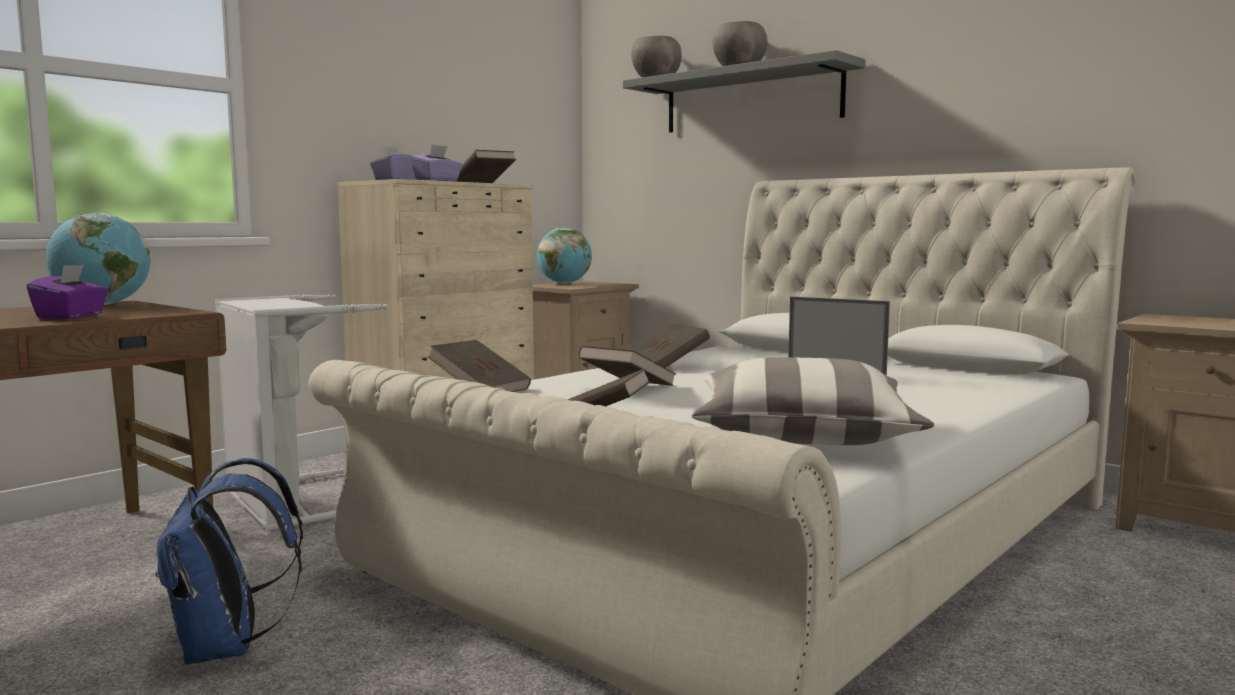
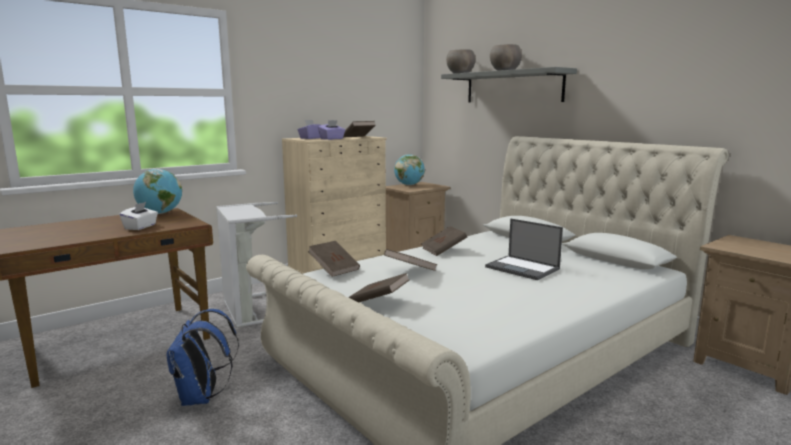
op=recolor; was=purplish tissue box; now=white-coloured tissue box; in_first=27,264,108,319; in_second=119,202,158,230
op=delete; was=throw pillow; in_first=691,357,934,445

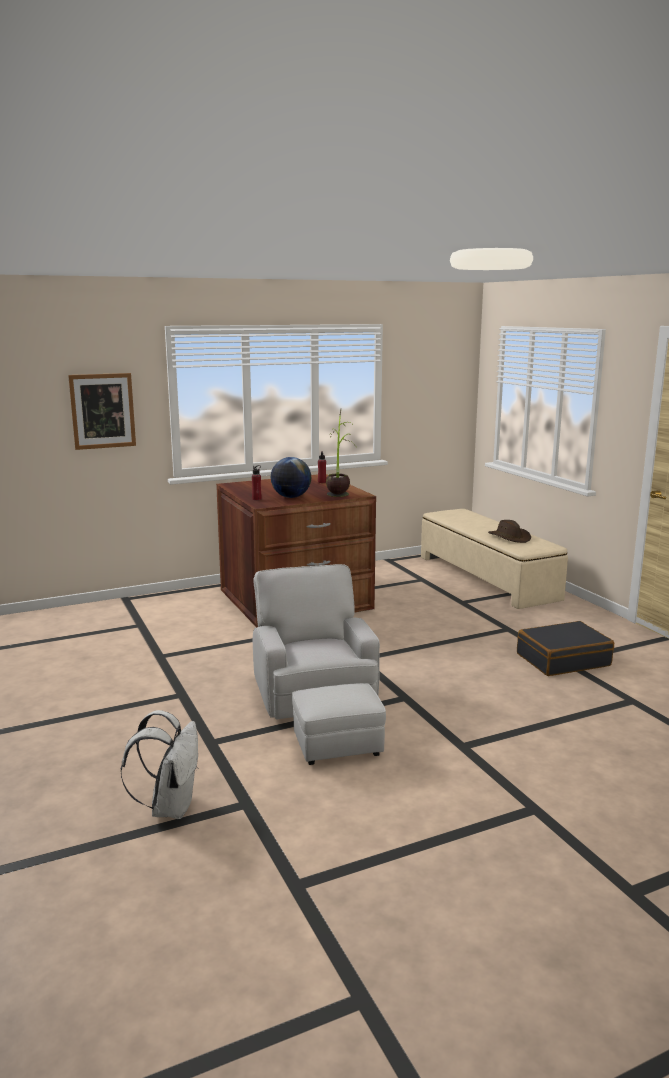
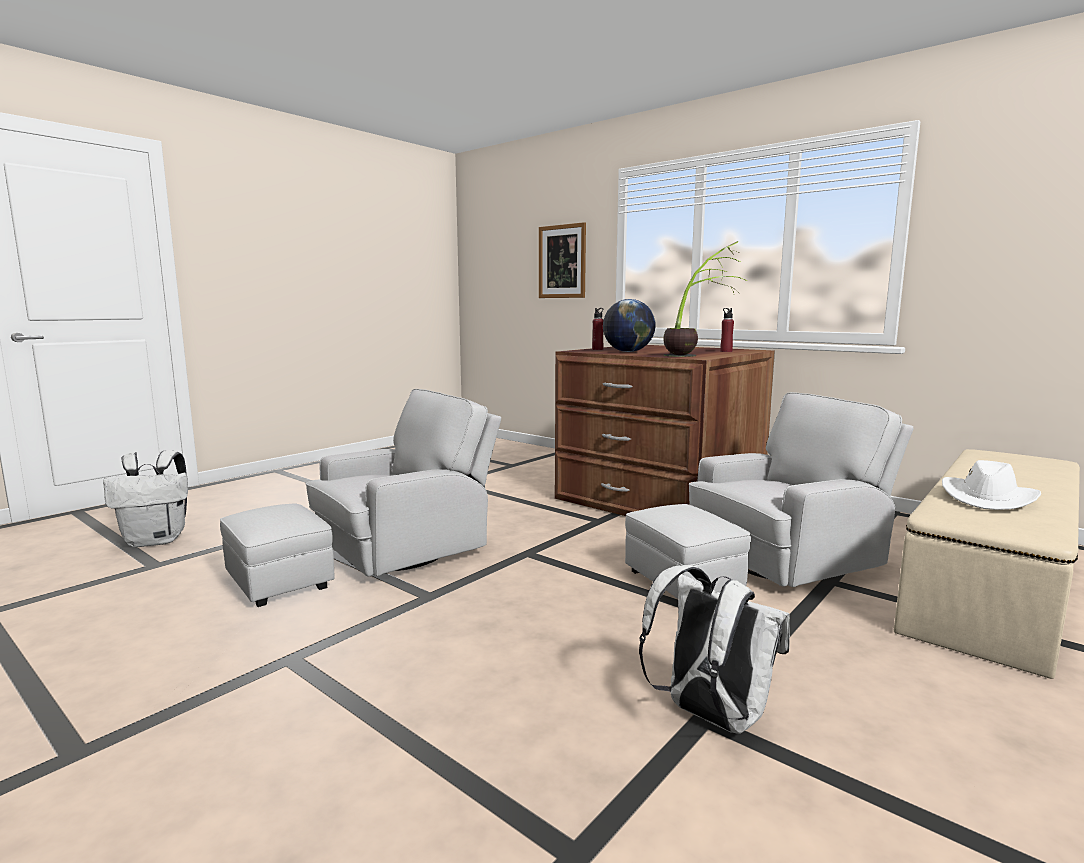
op=recolor; was=brown-coloured clothing hat; now=white-coloured clothing hat; in_first=488,520,531,543; in_second=942,460,1041,510
op=replace; was=blackish suitcase; now=white-coloured knapsack; in_first=517,621,614,676; in_second=639,565,790,734
op=insert; now=white-coloured easy chair; in_second=625,392,913,599

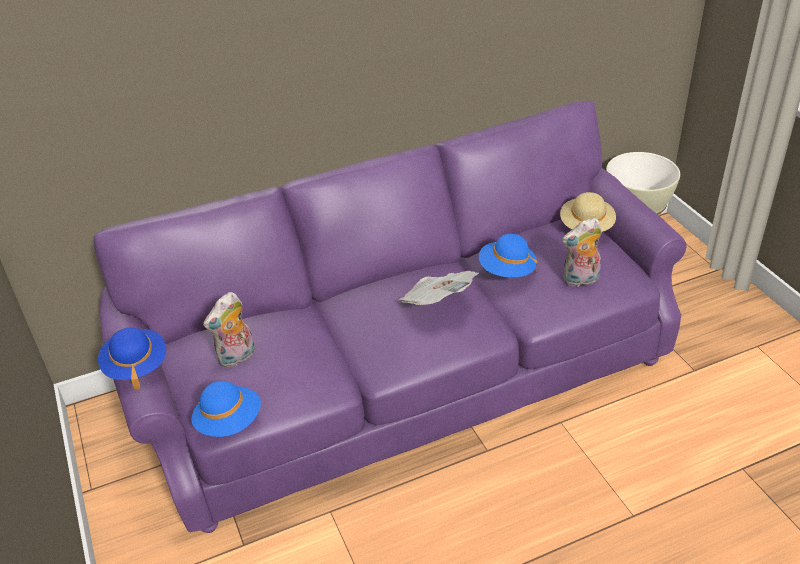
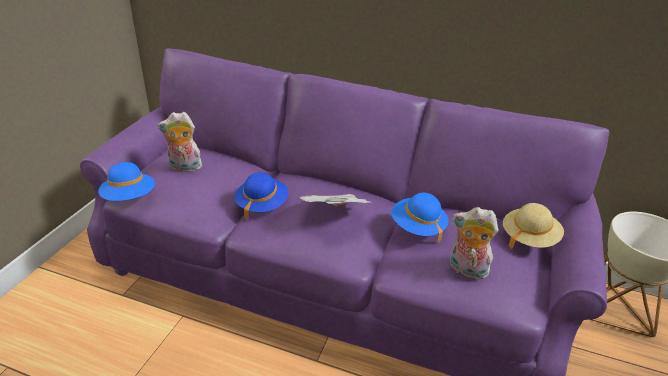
op=move; was=blue-coloured clothing hat; in_first=98,327,166,389; in_second=234,172,288,219

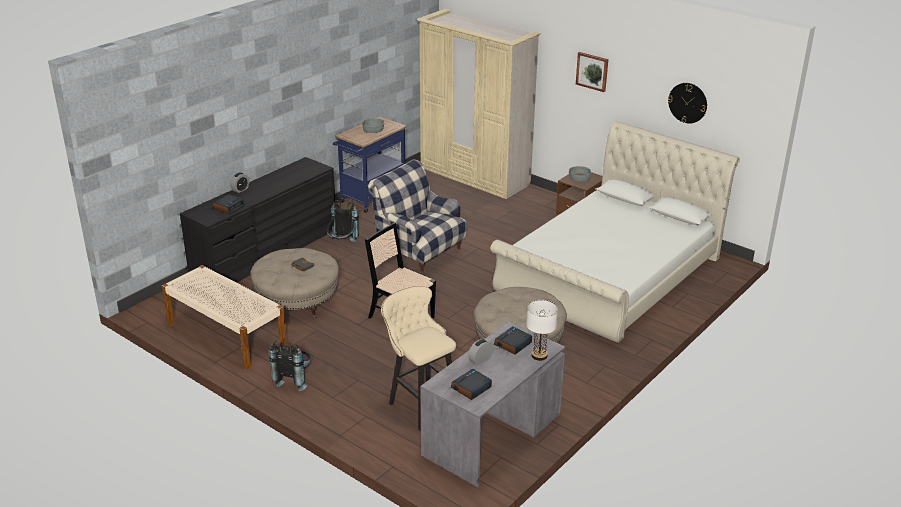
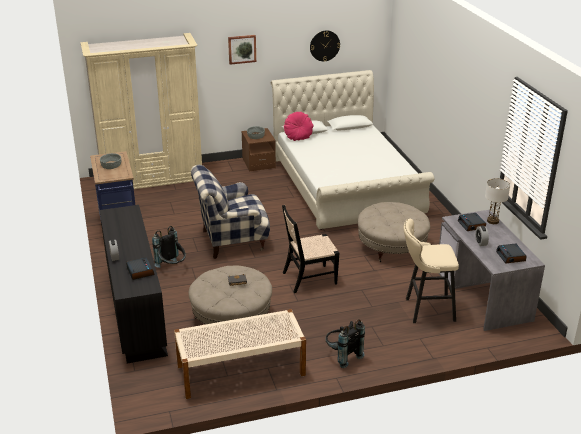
op=insert; now=pink-coloured throw pillow; in_second=284,112,313,141

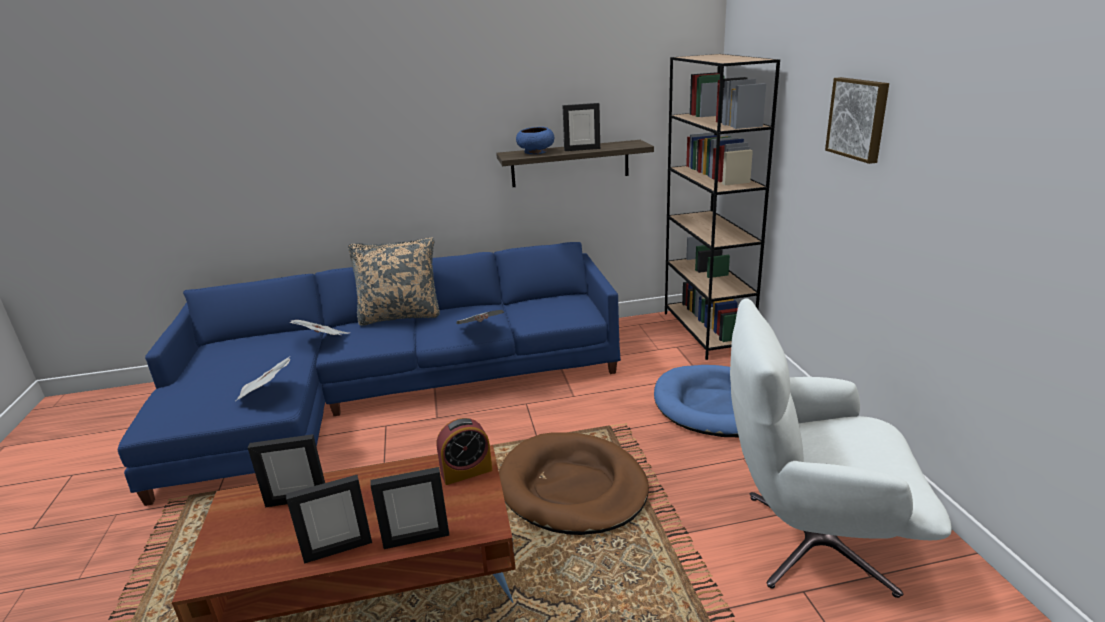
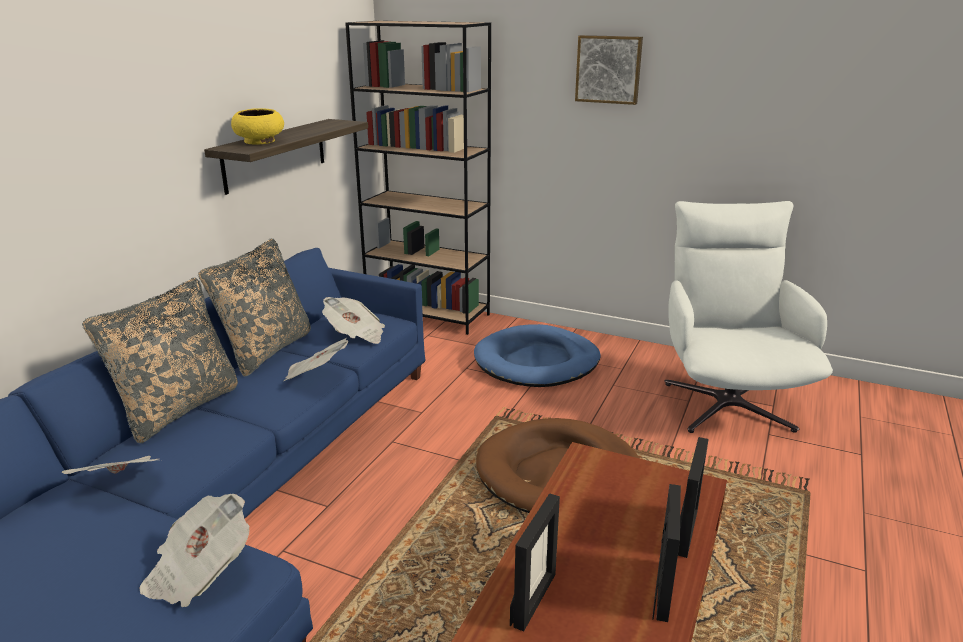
op=delete; was=table clock; in_first=437,418,492,485
op=recolor; was=blue-coloured serving bowl; now=yellow serving bowl; in_first=516,127,554,154; in_second=231,108,284,145
op=delete; was=picture frame; in_first=562,103,600,151
op=rotate; was=white-coloured easy chair; in_first=730,298,952,598; in_second=664,201,833,433; clockwise=135
op=insert; now=gray throw pillow; in_second=198,238,311,376
op=insert; now=daily paper; in_second=322,297,385,344

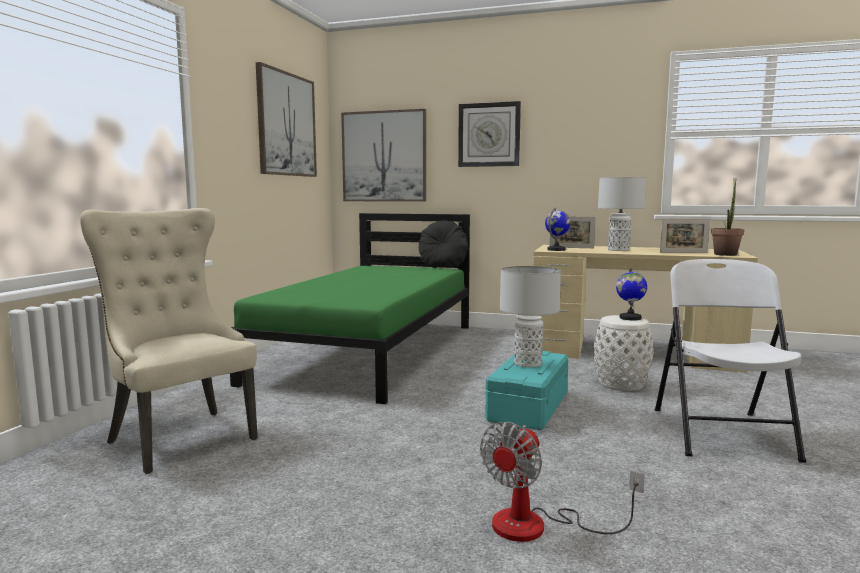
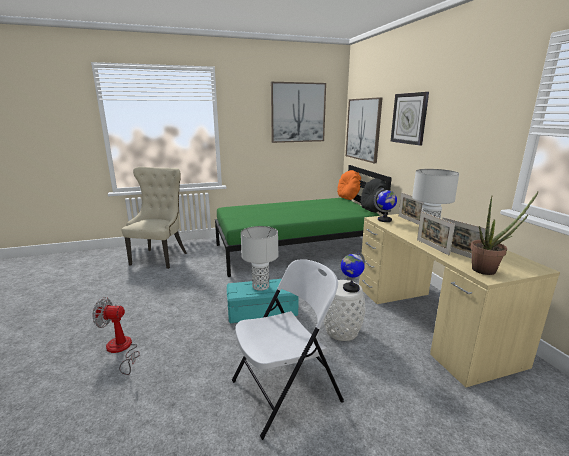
op=insert; now=orangey throw pillow; in_second=337,170,361,200
op=insert; now=picture frame; in_second=417,211,455,256

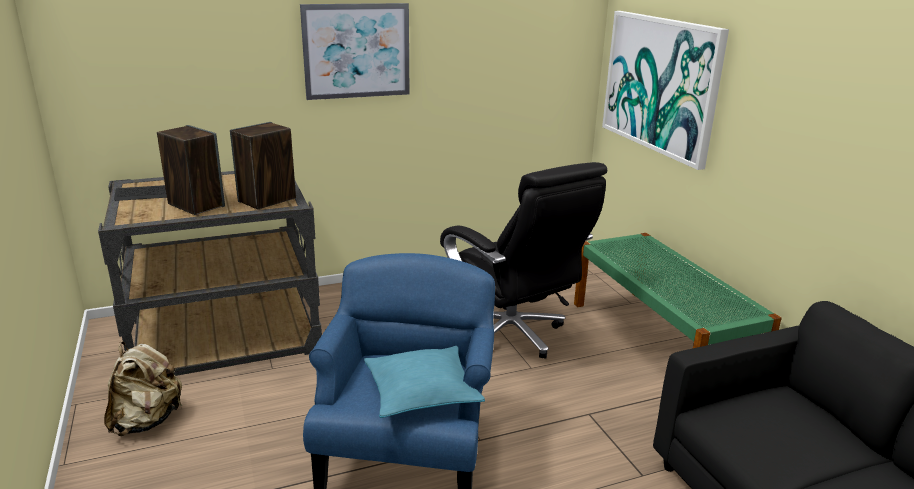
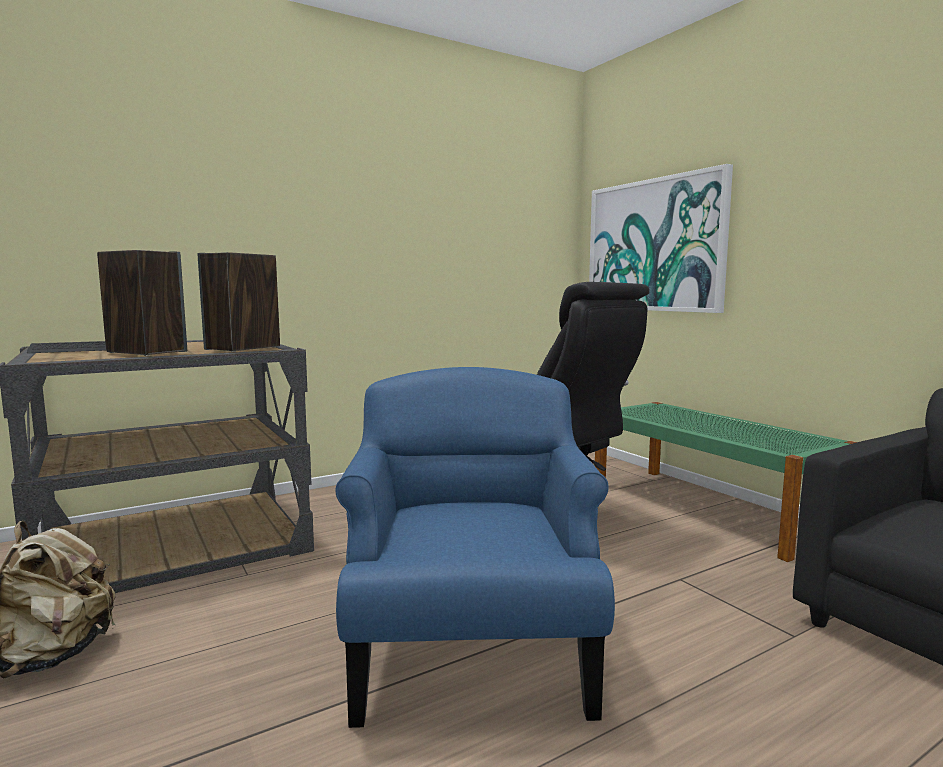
op=delete; was=wall art; in_first=300,3,409,100
op=delete; was=blue-green throw pillow; in_first=364,346,485,418

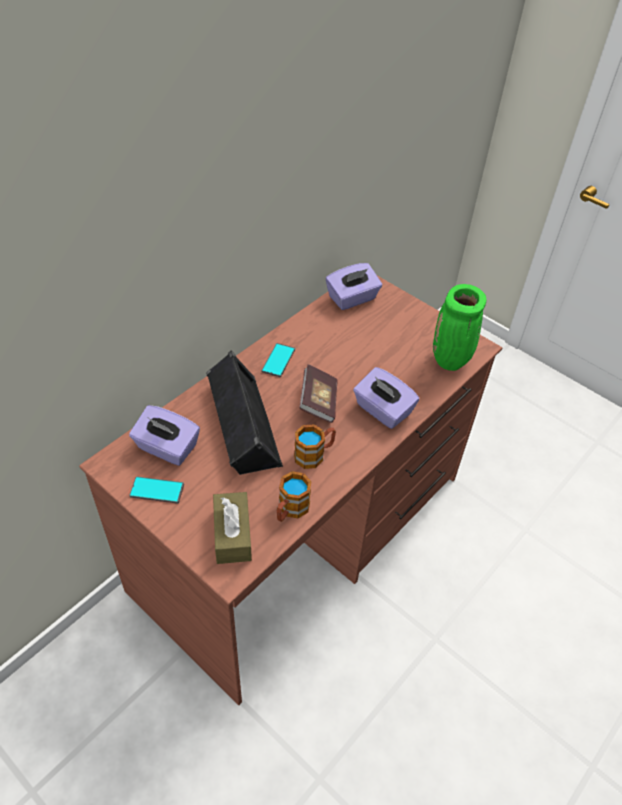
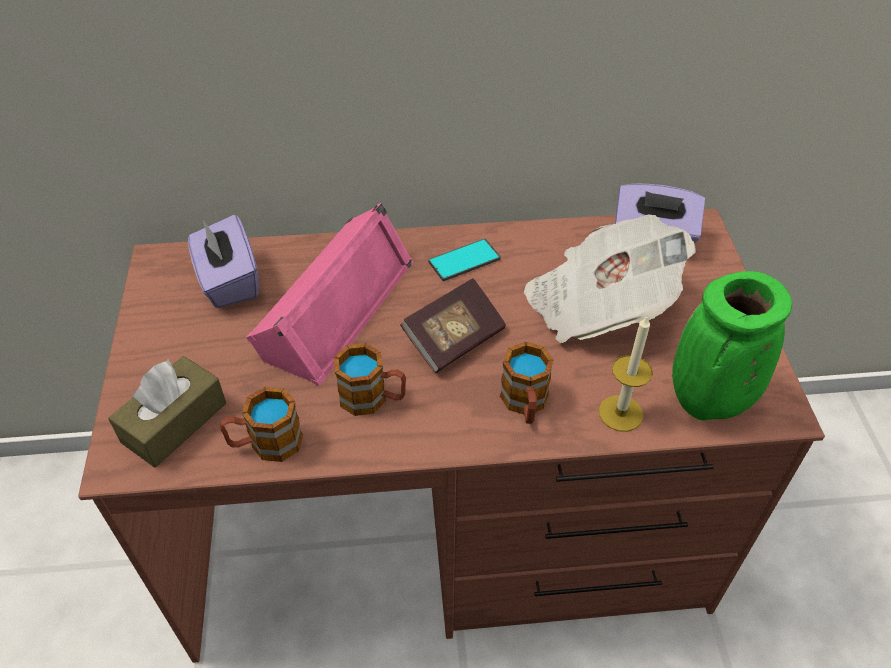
op=delete; was=telephone; in_first=129,476,184,504
op=recolor; was=blackish audio speaker; now=pink-coloured audio speaker; in_first=206,350,283,475; in_second=246,203,414,386
op=replace; was=purplish tissue box; now=coffee mug; in_first=353,367,419,429; in_second=500,342,554,424
op=insert; now=daily paper; in_second=524,215,696,343
op=insert; now=wax light; in_second=599,316,653,432

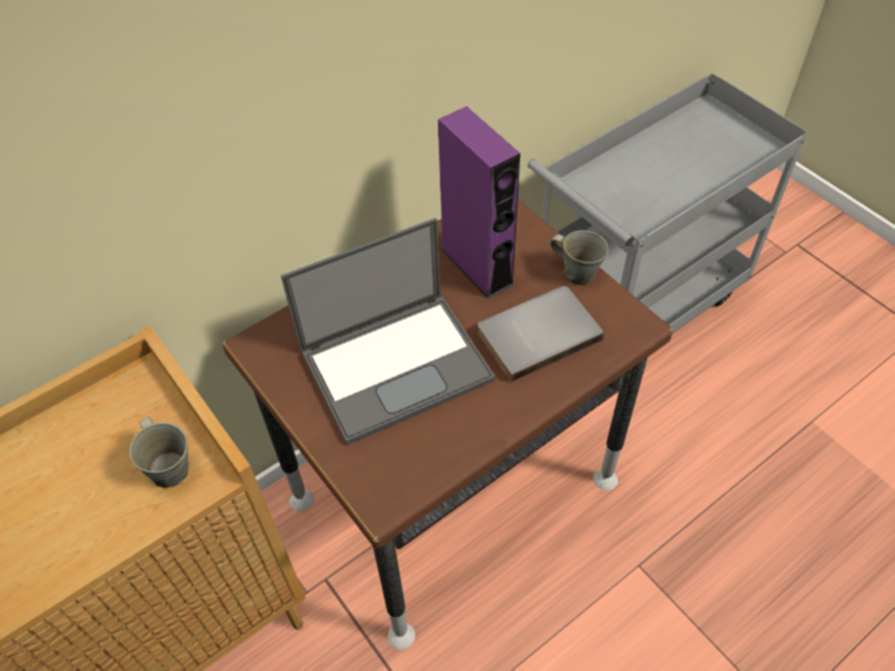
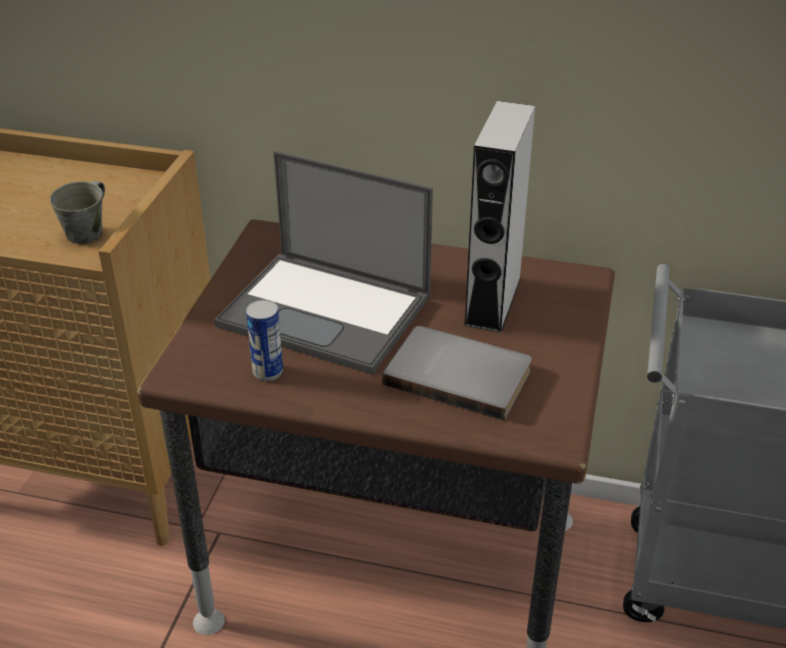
op=recolor; was=purplish audio speaker; now=gray audio speaker; in_first=438,106,520,299; in_second=463,101,535,333
op=delete; was=gray coffee mug; in_first=550,230,608,285
op=insert; now=sealed can; in_second=246,300,283,381

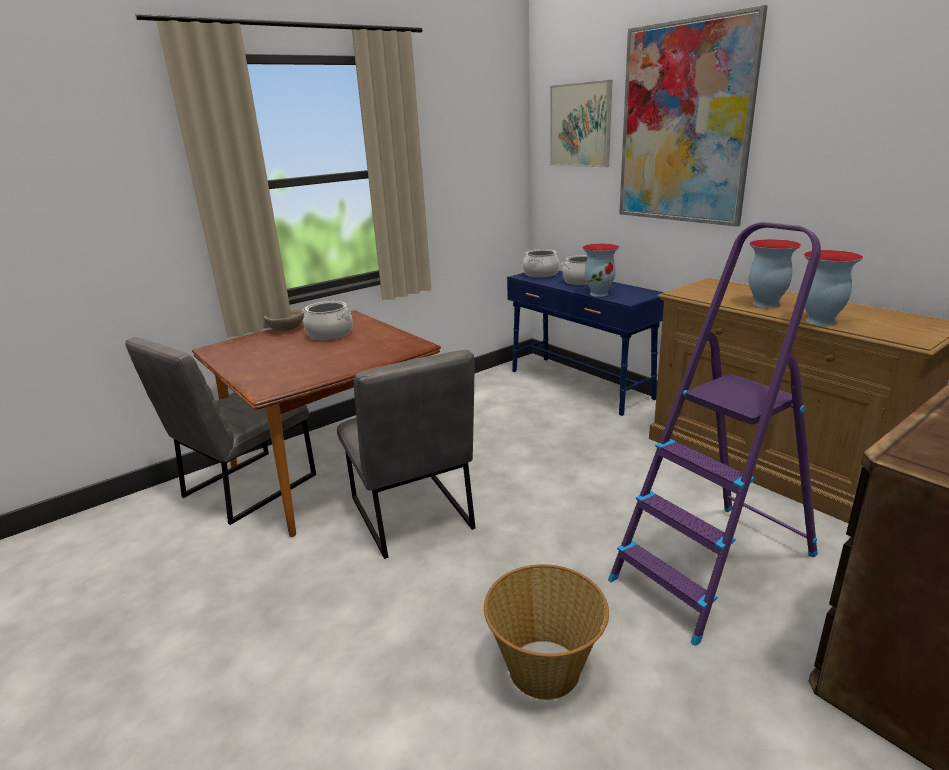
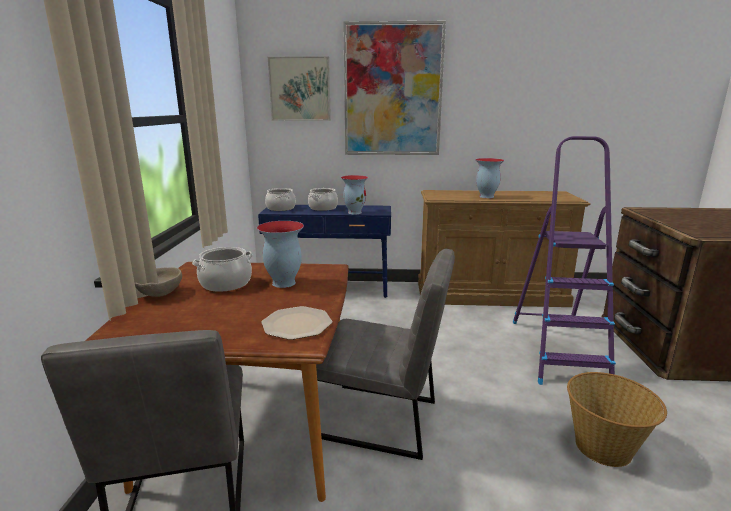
op=move; was=vase; in_first=803,250,863,326; in_second=257,221,304,288
op=insert; now=flat dish; in_second=261,306,332,340

